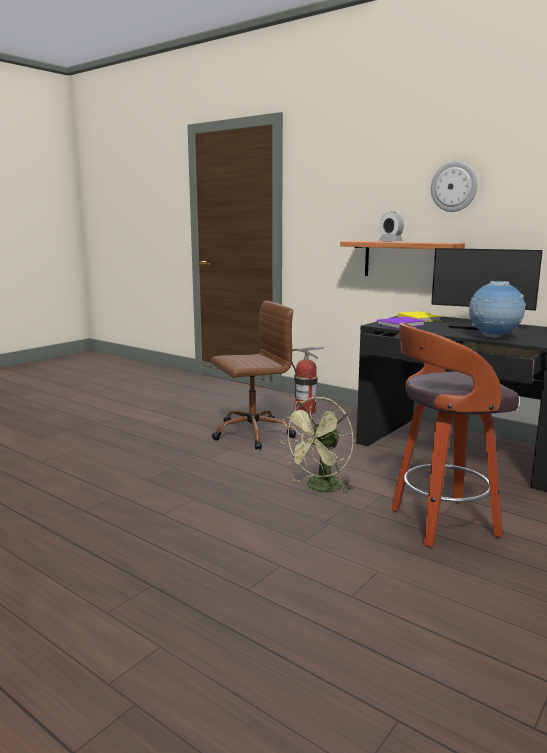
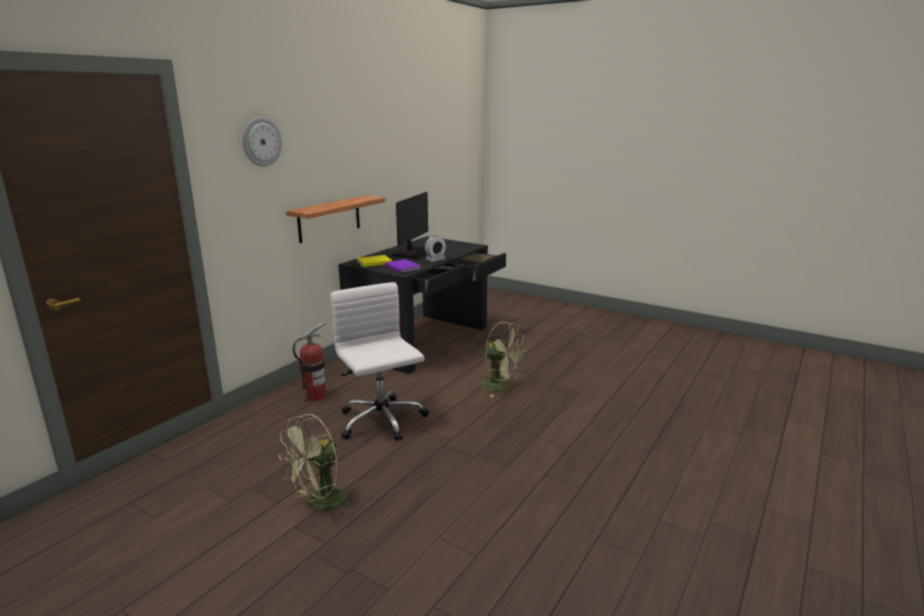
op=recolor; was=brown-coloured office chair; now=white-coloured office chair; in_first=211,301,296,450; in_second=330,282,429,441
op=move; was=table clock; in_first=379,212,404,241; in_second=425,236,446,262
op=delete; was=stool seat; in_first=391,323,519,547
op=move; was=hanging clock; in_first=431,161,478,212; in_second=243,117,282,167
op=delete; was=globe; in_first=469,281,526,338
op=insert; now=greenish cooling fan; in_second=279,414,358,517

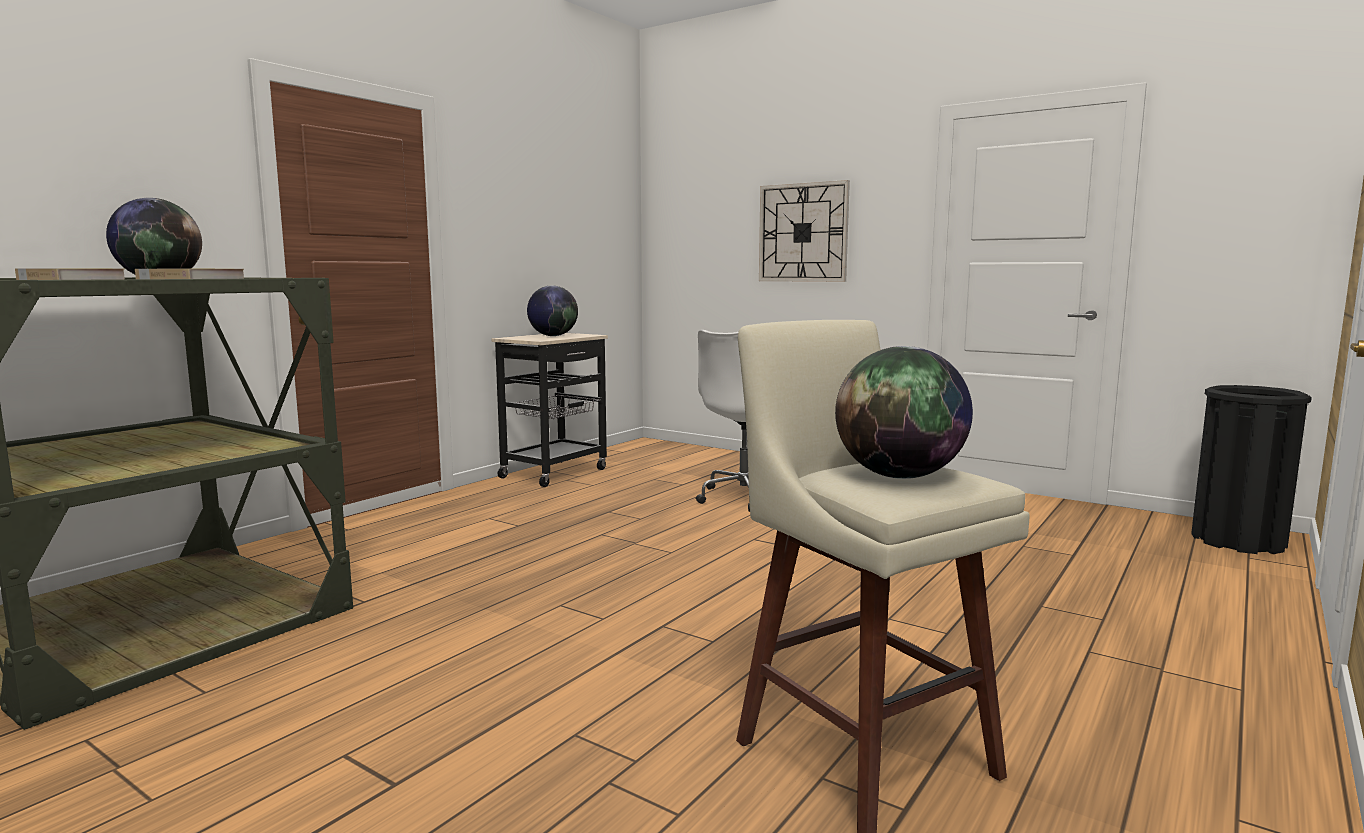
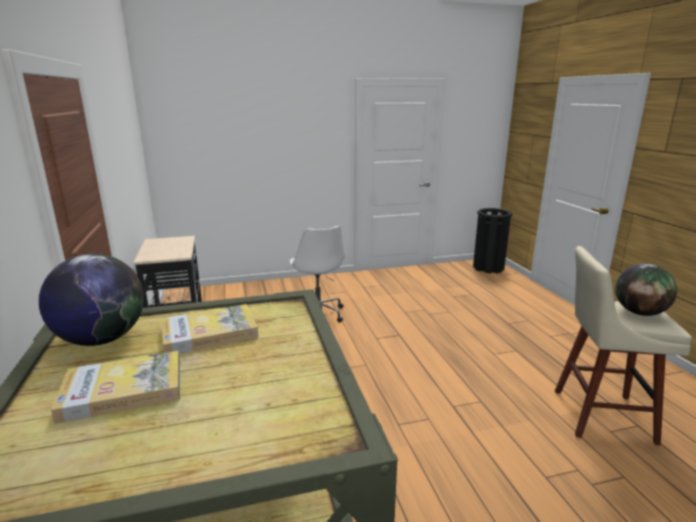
op=delete; was=globe; in_first=527,285,578,336
op=delete; was=hanging clock; in_first=759,180,850,282

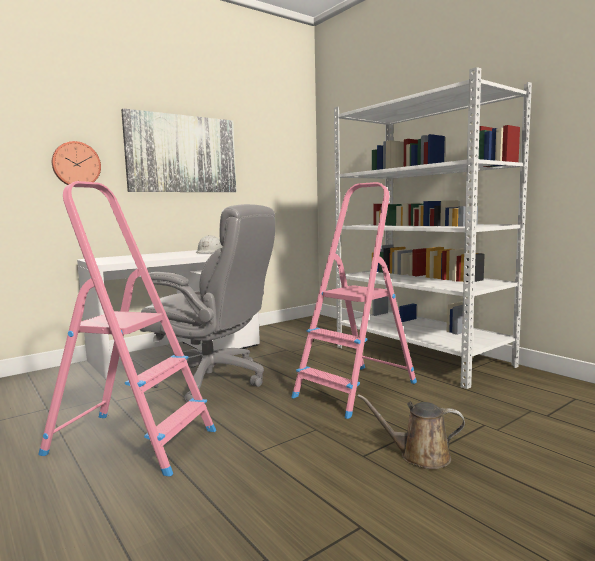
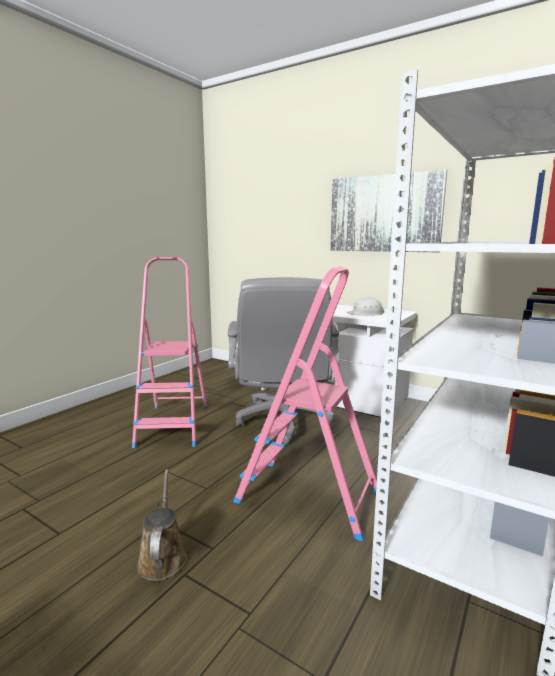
op=delete; was=hanging clock; in_first=52,141,101,185

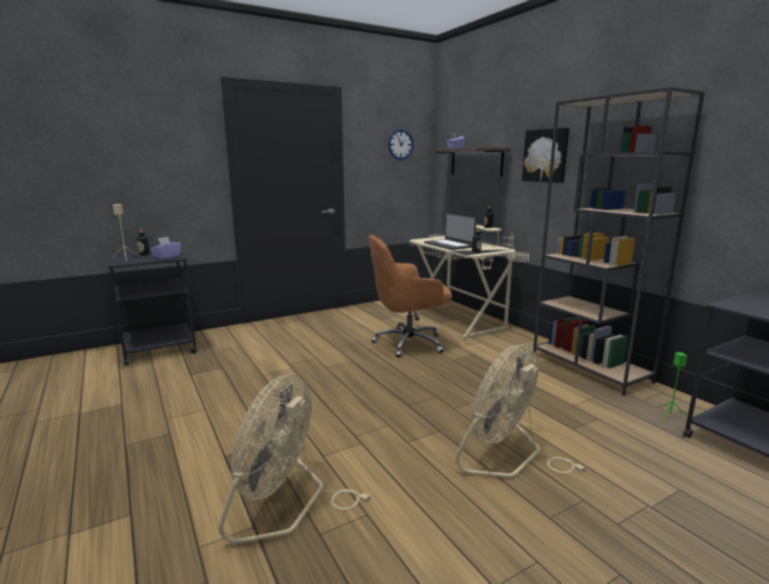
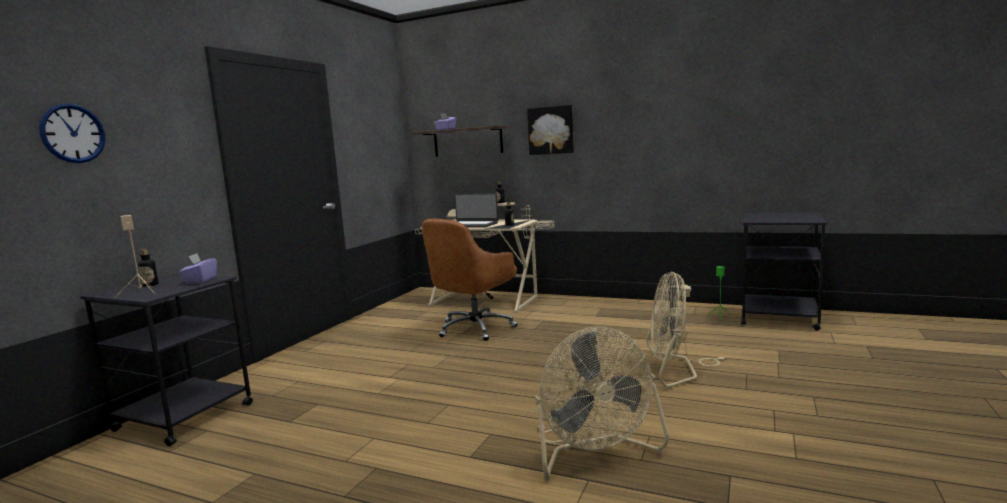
op=rotate; was=beige cooling fan; in_first=218,374,371,548; in_second=535,326,669,481; clockwise=-90
op=move; was=hanging clock; in_first=388,129,414,160; in_second=39,103,105,163
op=delete; was=shelving unit; in_first=533,87,705,396

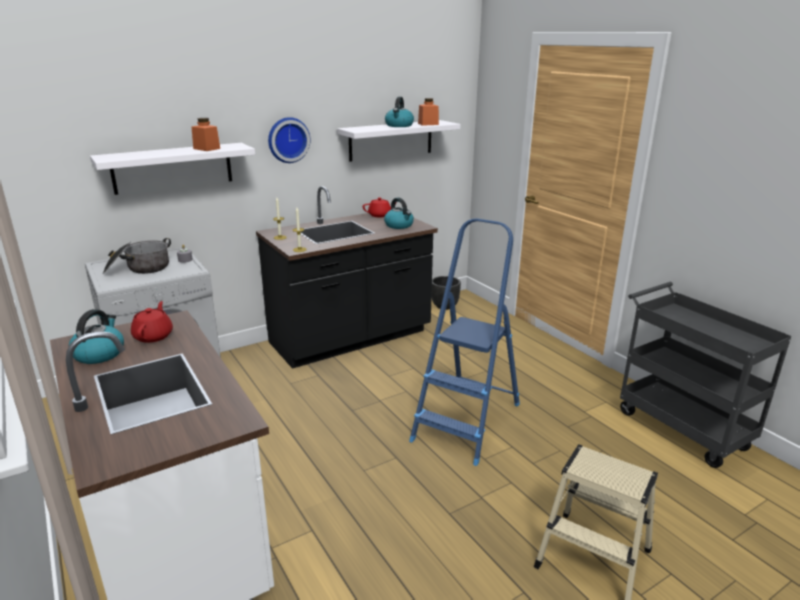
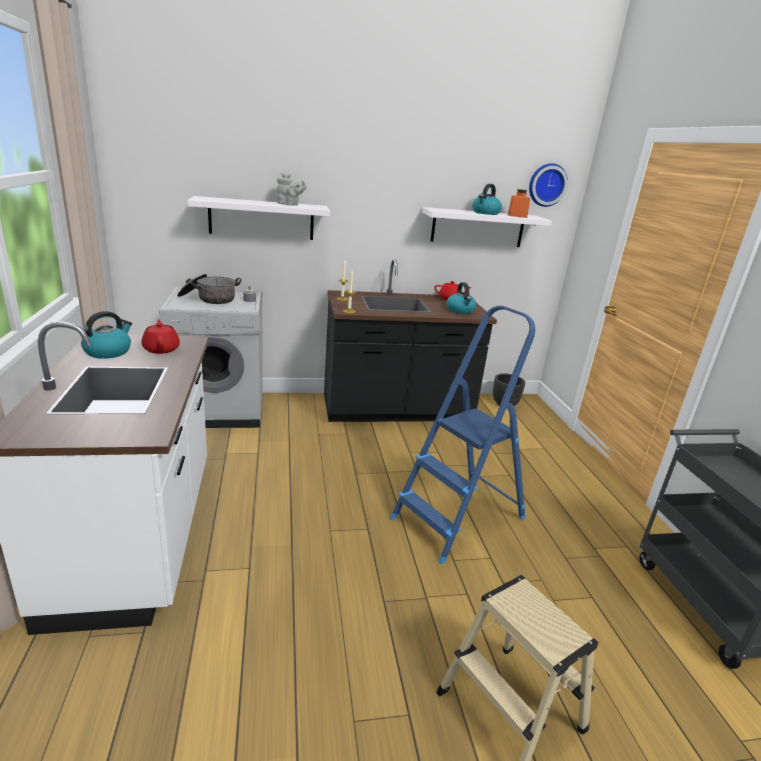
op=rotate; was=red teapot; in_first=131,301,173,343; in_second=141,319,180,354; clockwise=-45
op=replace; was=orangey preserve jar; now=gray teapot; in_first=192,118,220,151; in_second=276,173,307,206
op=move; was=hanging clock; in_first=268,117,310,163; in_second=529,163,568,207

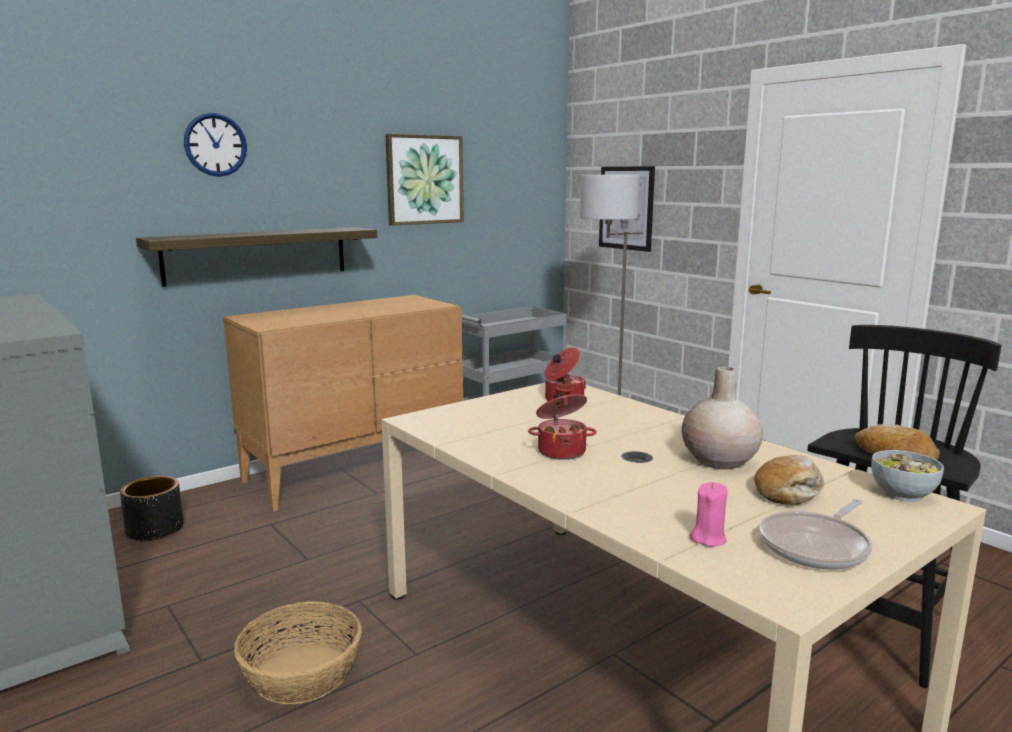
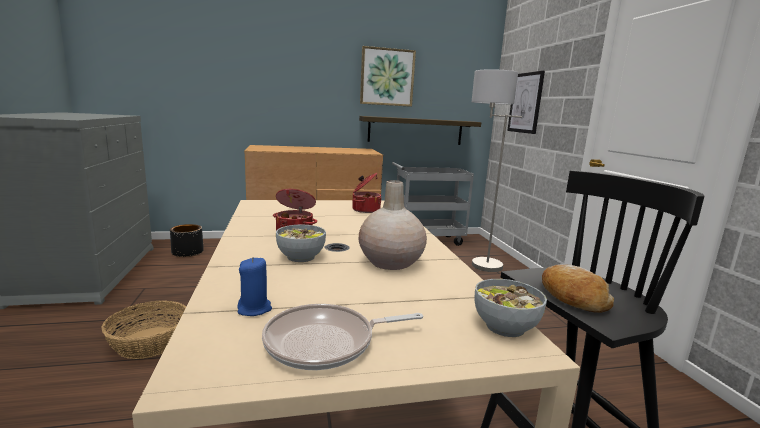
op=move; was=shelf; in_first=136,227,377,287; in_second=359,116,481,145
op=delete; was=hanging clock; in_first=184,113,247,177
op=recolor; was=pink-coloured wax light; now=blue-coloured wax light; in_first=690,482,728,547; in_second=237,257,272,316
op=delete; was=bread; in_first=754,455,825,505
op=insert; now=serving bowl; in_second=276,224,326,262

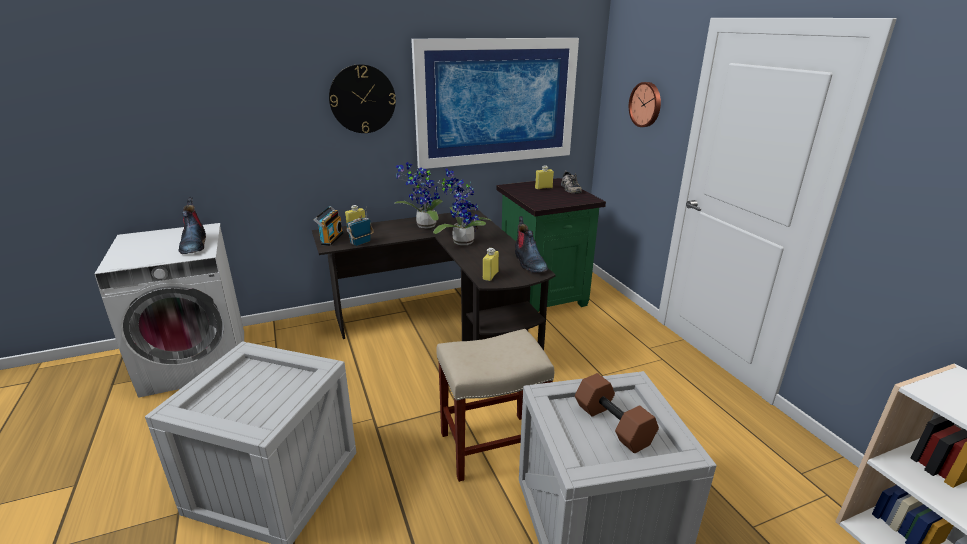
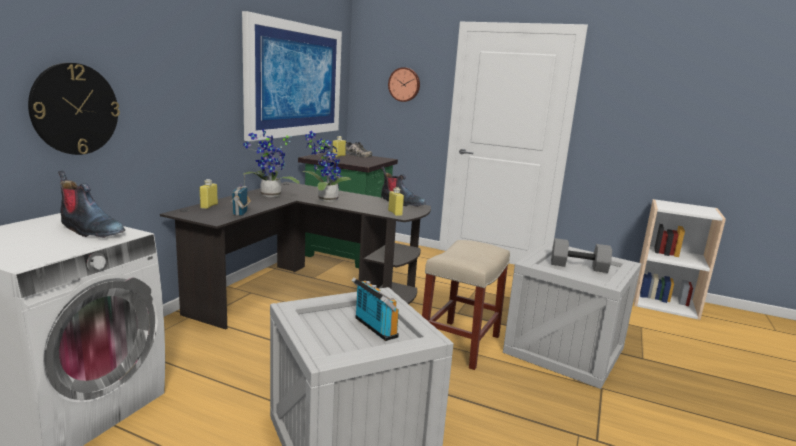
op=move; was=radio set; in_first=314,206,344,246; in_second=351,277,399,341
op=move; was=hanging clock; in_first=329,64,396,133; in_second=28,63,120,155
op=recolor; was=brown-coloured dumbbell; now=gray dumbbell; in_first=575,373,659,453; in_second=551,238,612,273

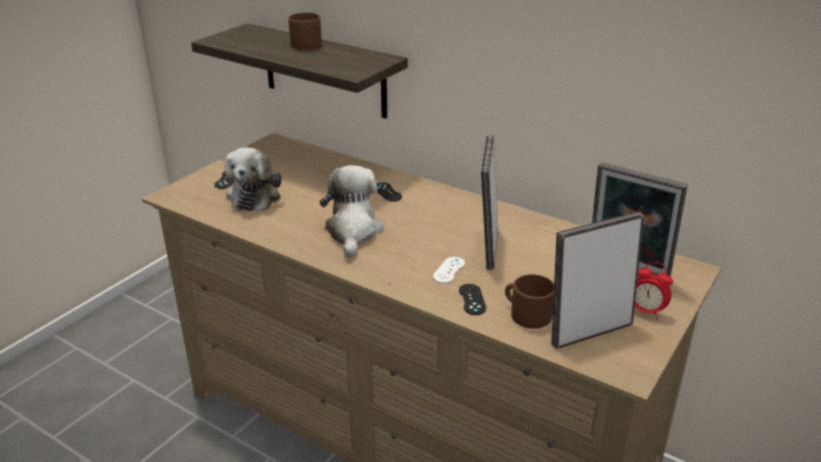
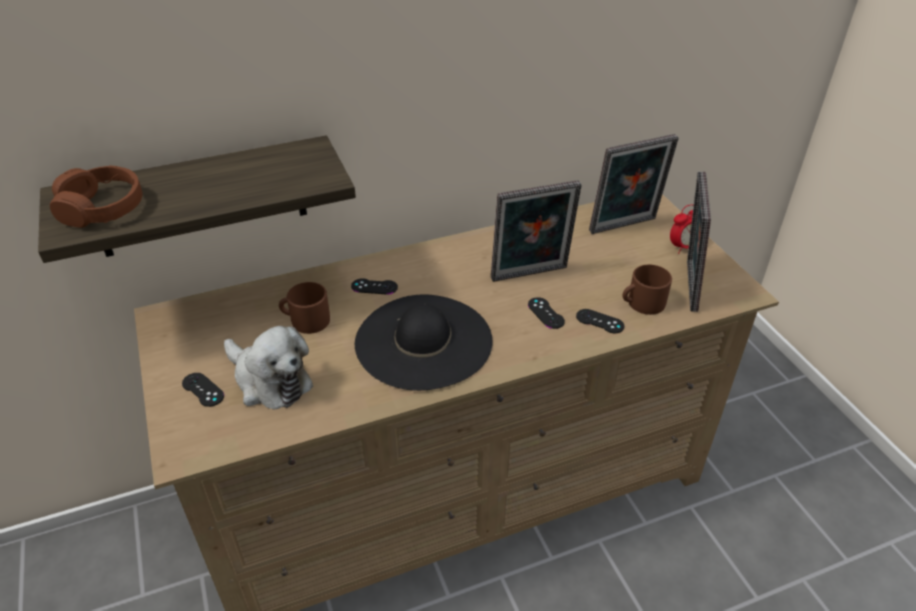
op=move; was=brown-coloured coffee mug; in_first=288,13,322,50; in_second=279,282,330,334
op=replace; was=plush toy; now=blackish clothing hat; in_first=320,165,384,258; in_second=355,295,492,391
op=recolor; was=white-coloured gamepad; now=blackish gamepad; in_first=433,257,465,283; in_second=528,297,565,329
op=rotate; was=picture frame; in_first=481,135,498,270; in_second=491,180,582,282; clockwise=-60
op=insert; now=brown-coloured headphones; in_second=50,166,142,228

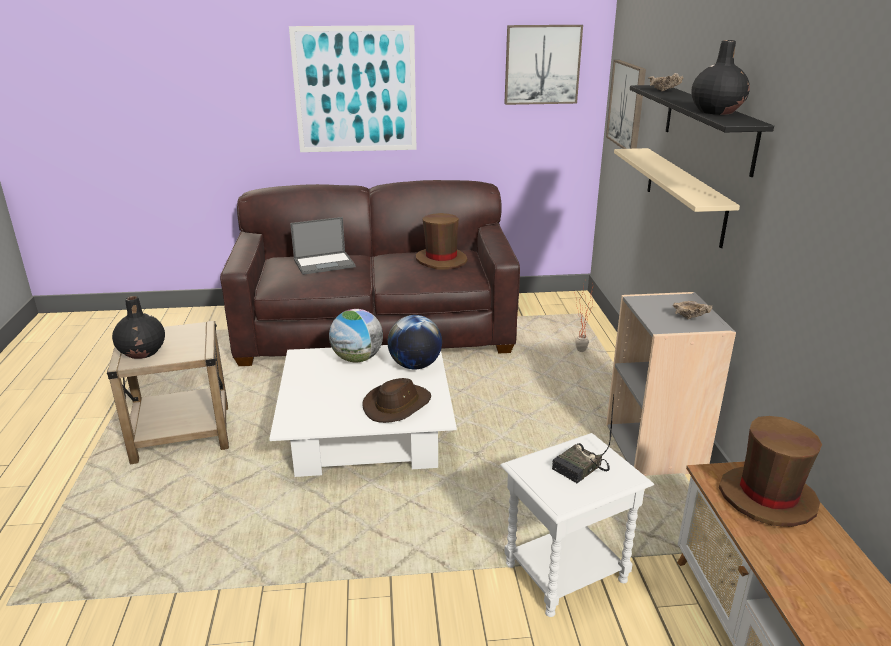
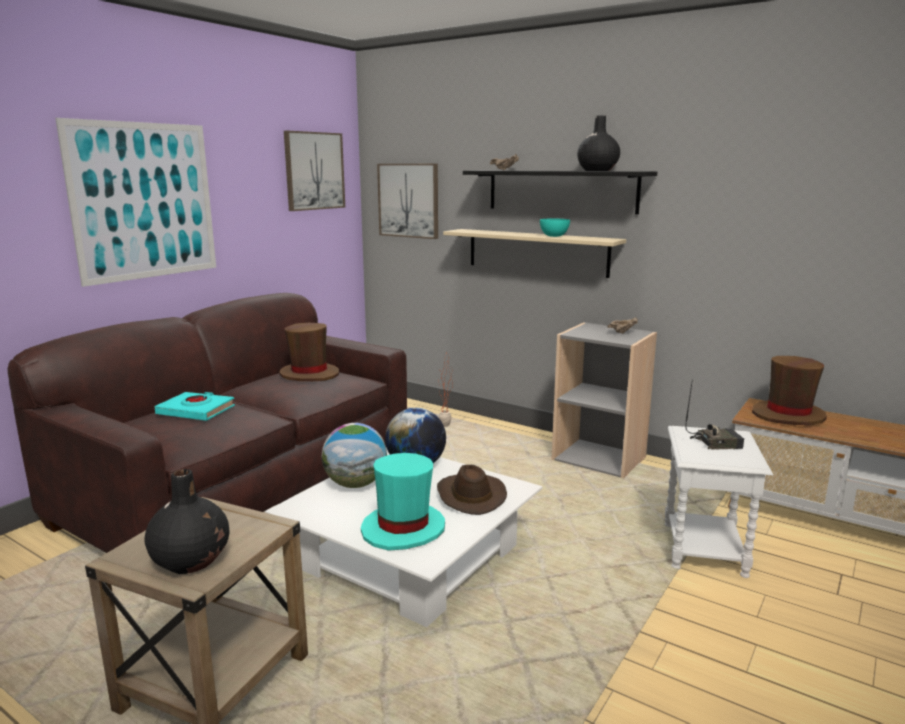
op=replace; was=laptop; now=blue-green volume; in_first=290,217,356,275; in_second=154,392,235,421
op=rotate; was=radio set; in_first=552,394,614,483; in_second=685,380,744,450; clockwise=-90
op=insert; now=blue-green clothing hat; in_second=361,453,445,551
op=insert; now=blue-green serving bowl; in_second=540,219,570,237

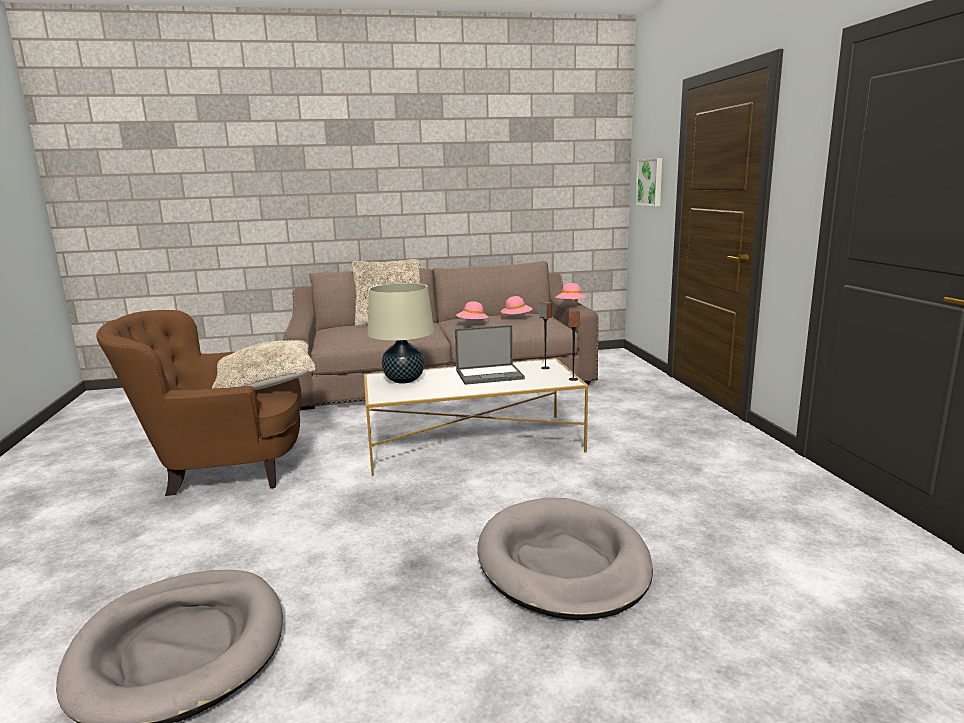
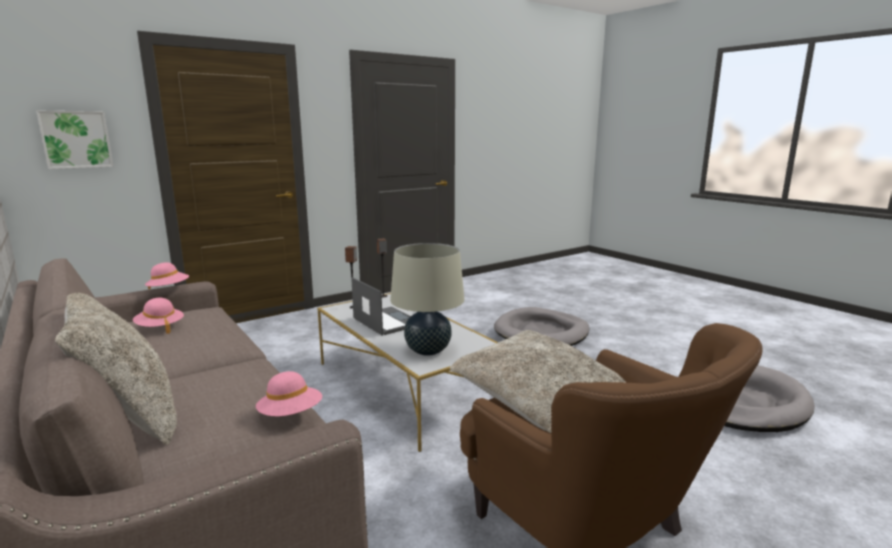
op=move; was=pink-coloured clothing hat; in_first=456,301,489,323; in_second=256,371,322,416

